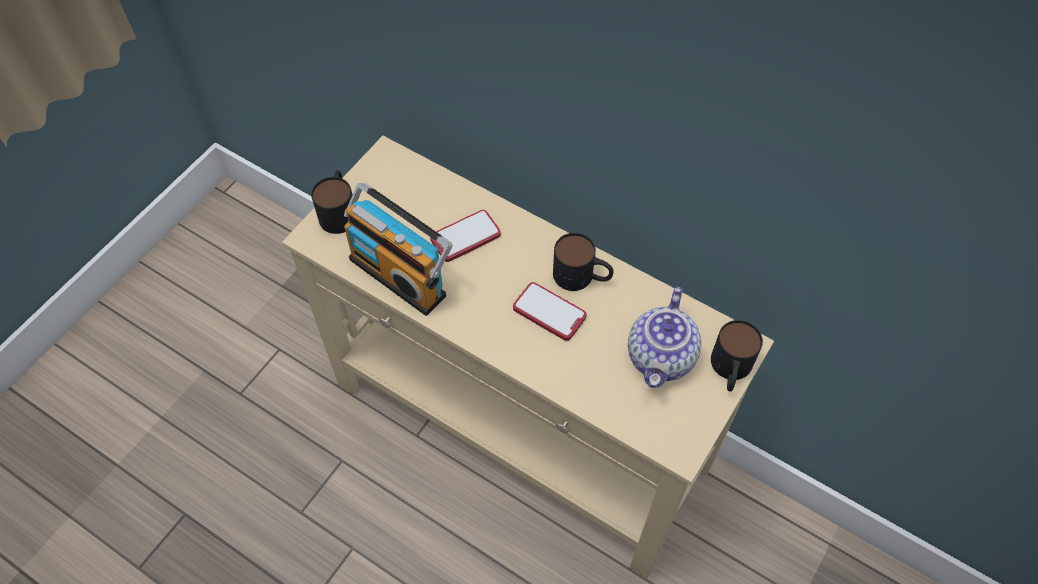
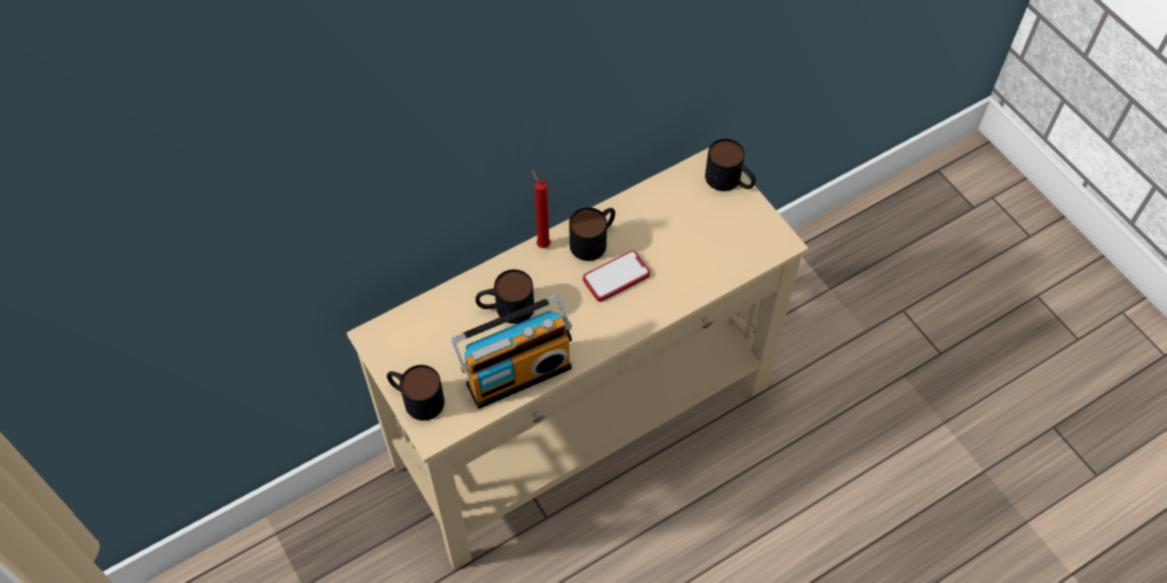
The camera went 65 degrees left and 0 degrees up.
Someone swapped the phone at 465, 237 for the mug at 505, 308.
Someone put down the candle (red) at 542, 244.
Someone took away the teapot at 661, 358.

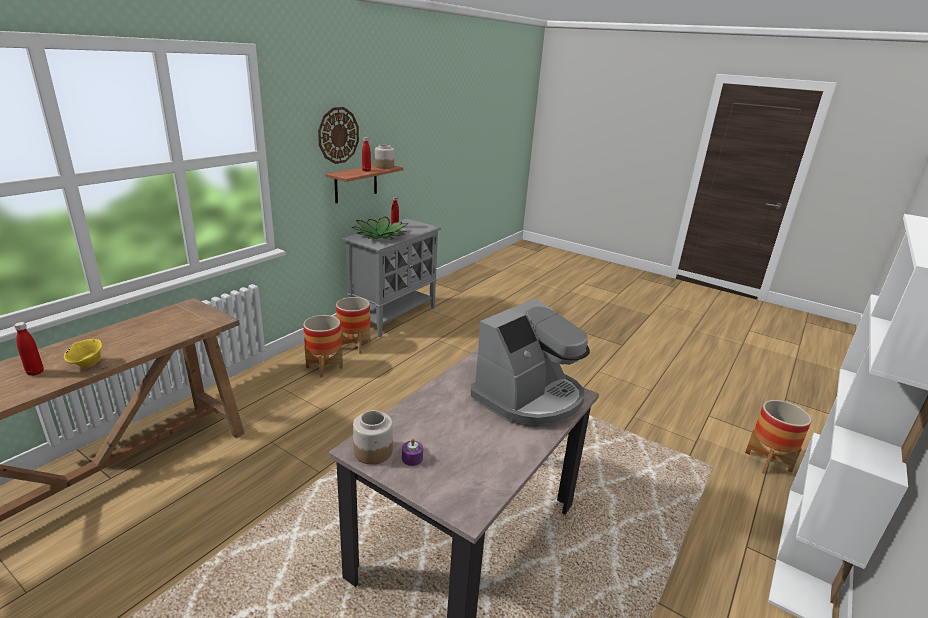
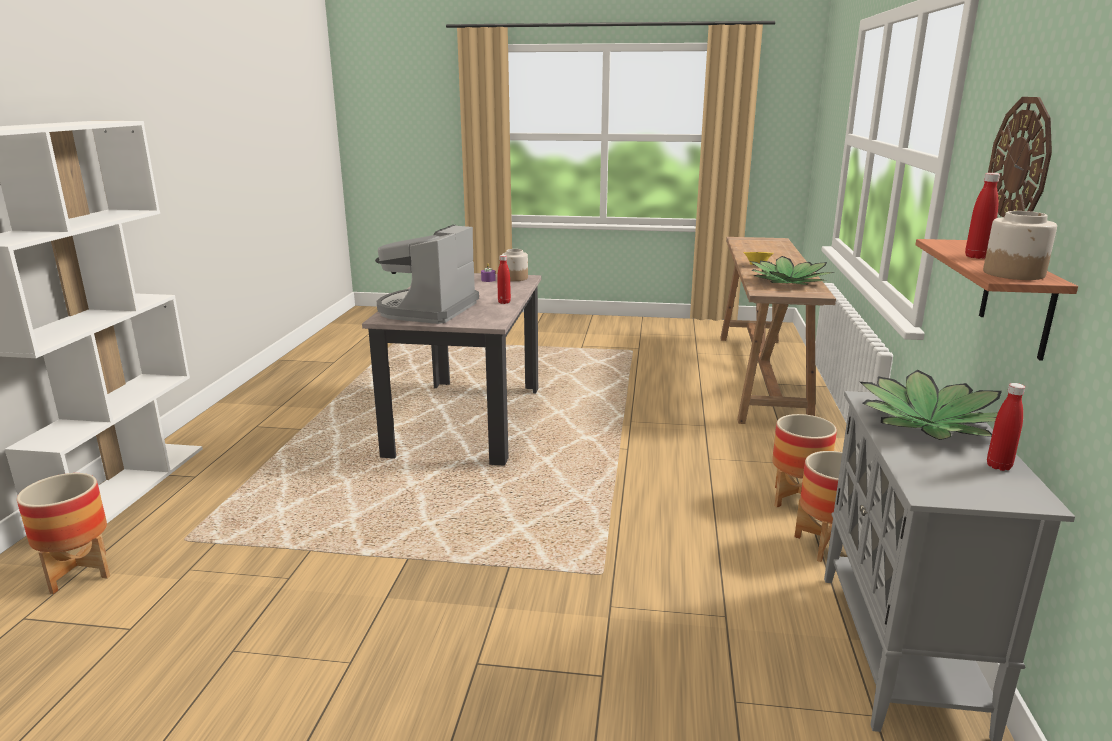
The camera went 155 degrees right and 5 degrees down.
Someone carried the bottle (red) from 35, 372 to 504, 302.
Someone put down the potted plant at 788, 281.

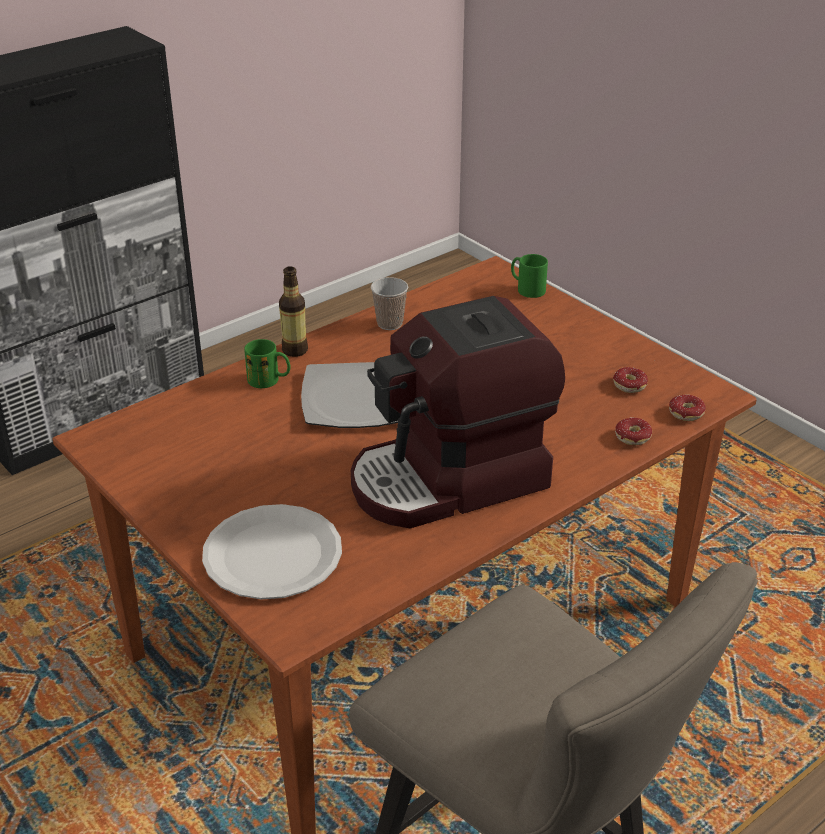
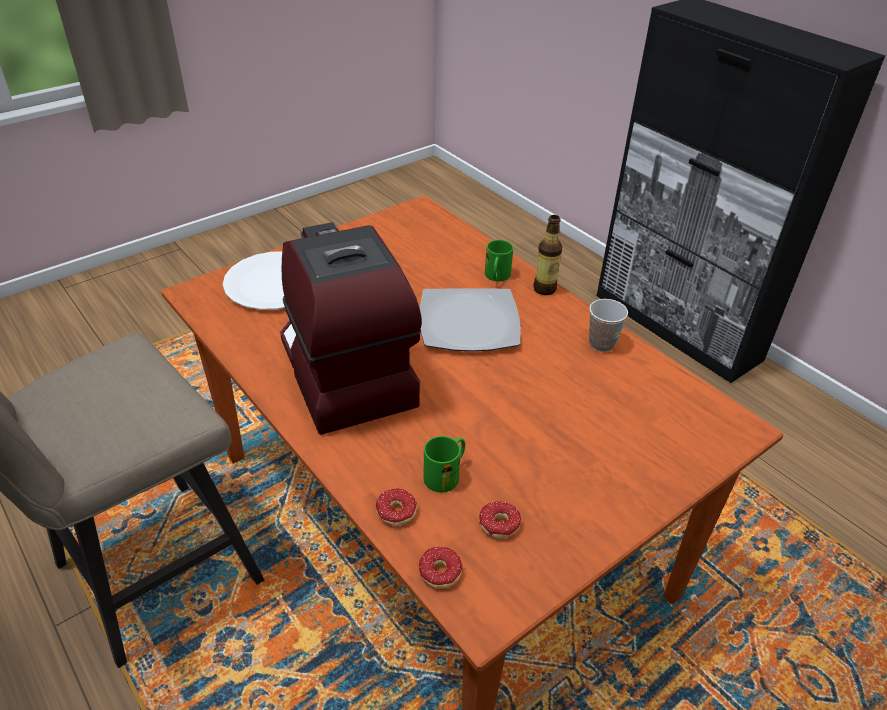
The camera went 90 degrees right and 5 degrees up.
Someone carried the mug (green) from 526, 289 to 446, 474.

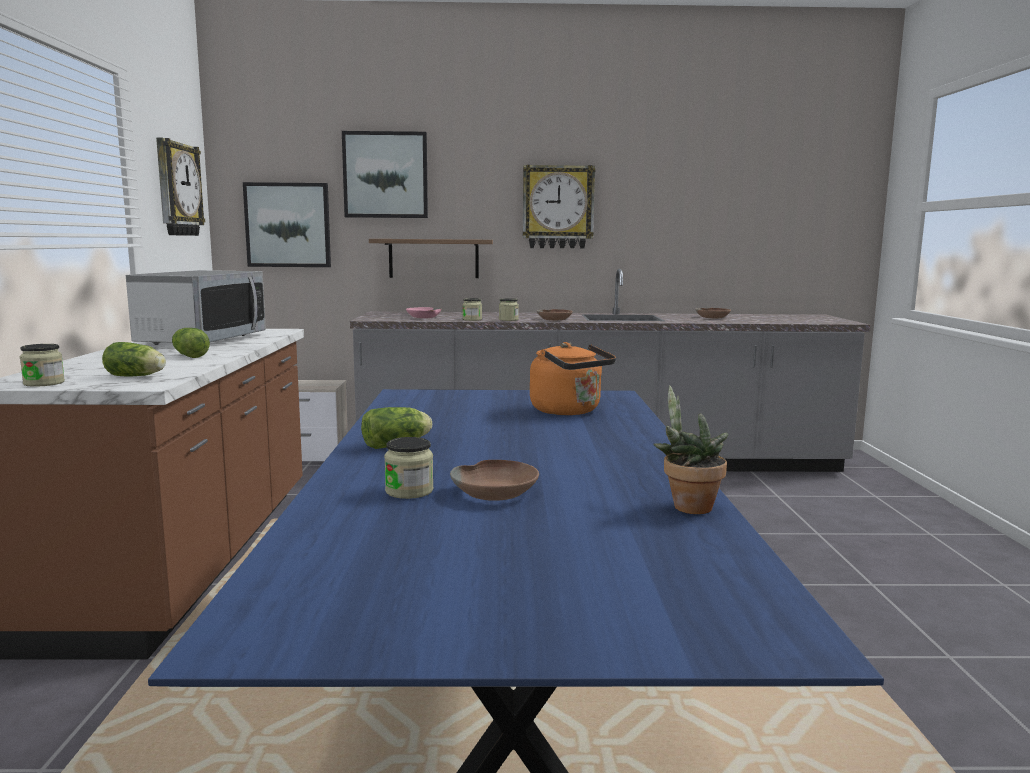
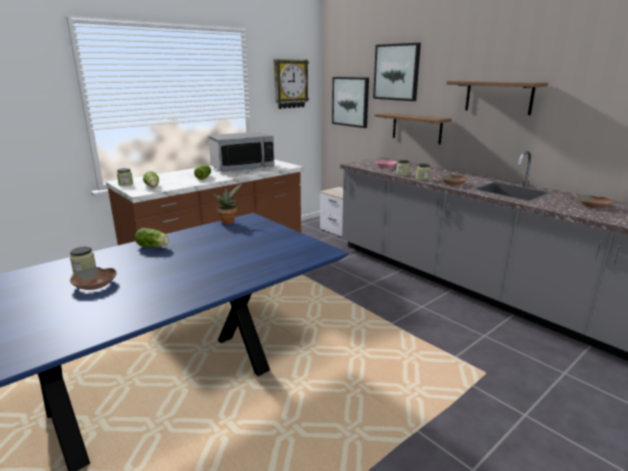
The camera went 50 degrees right and 10 degrees up.
Someone carried the potted plant from 687, 506 to 228, 222.
Someone swapped the wall clock at 558, 207 for the shelf at 498, 97.
Someone took away the kettle (orange) at 569, 411.

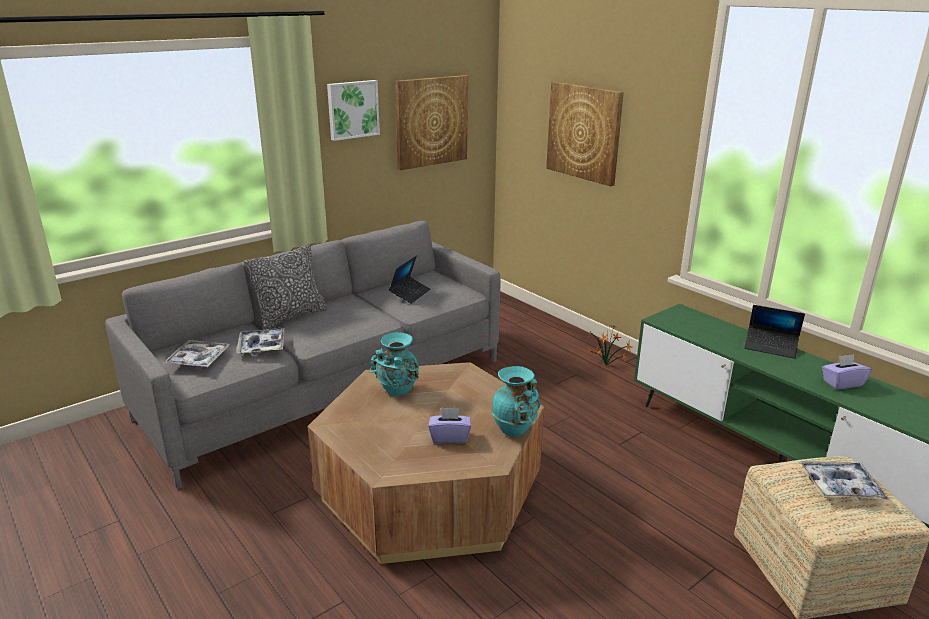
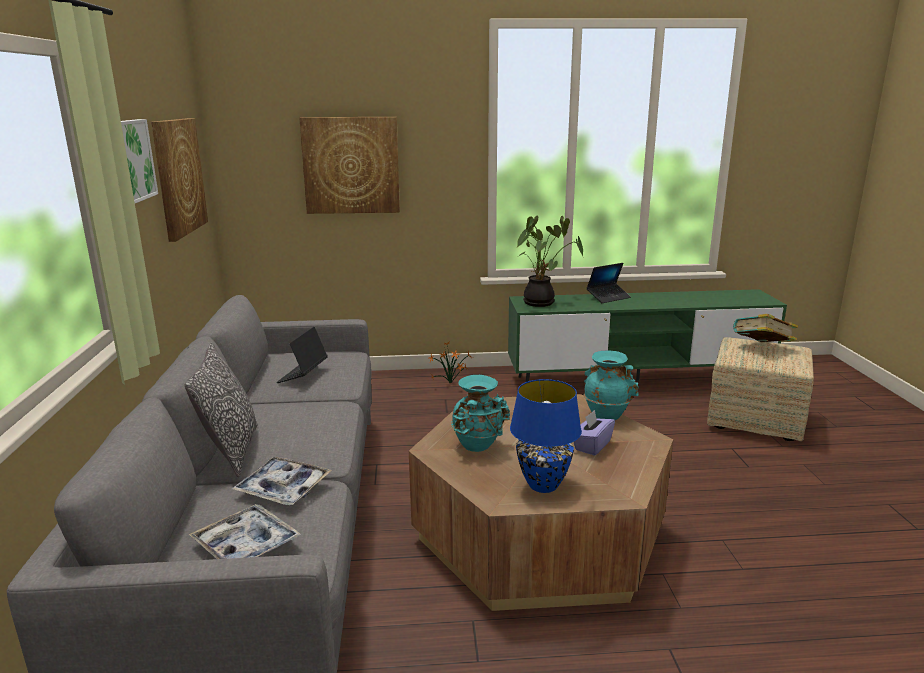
The camera went 55 degrees left and 5 degrees down.
Someone rotated the laptop at 410, 294 by 135 degrees counterclockwise.
Someone put down the table lamp (blue) at 542, 485.
Someone put down the potted plant at 541, 303.
Someone swapped the tray at 840, 486 for the book at 761, 348.
Someone took away the tissue box (purple) at 842, 383.

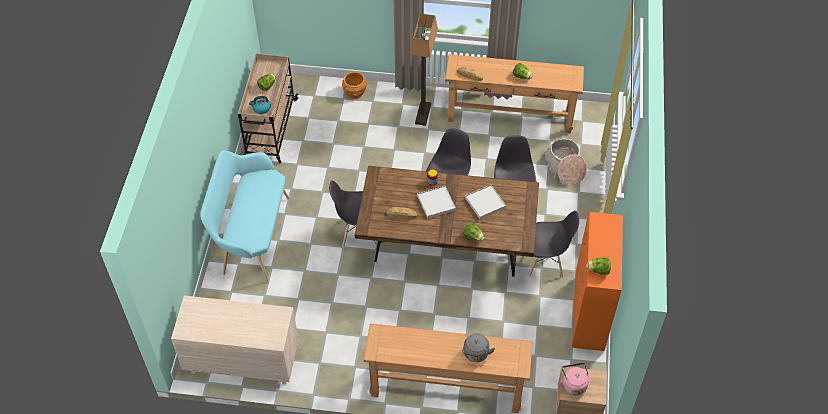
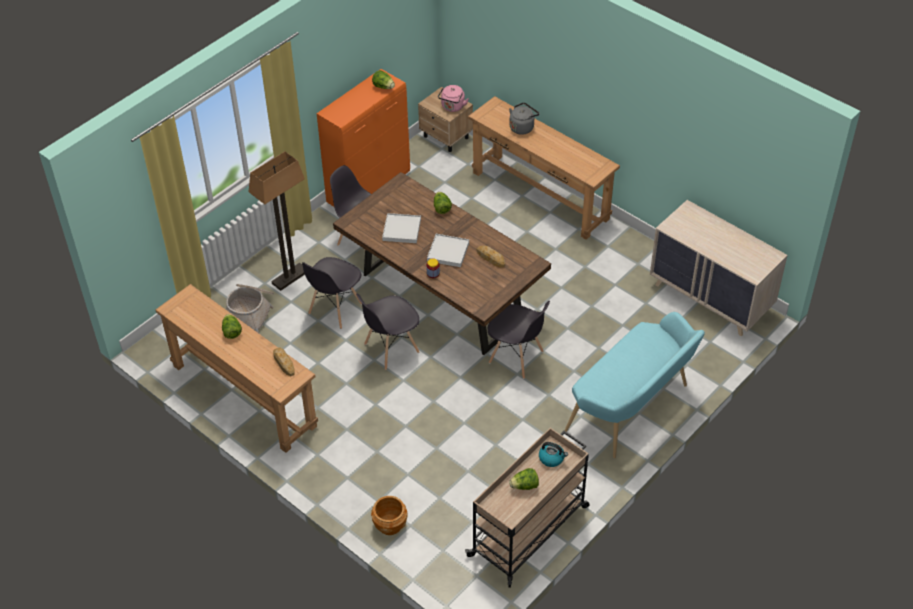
The camera went 145 degrees left and 5 degrees down.
Someone carried the floor lamp from 423, 113 to 290, 278.

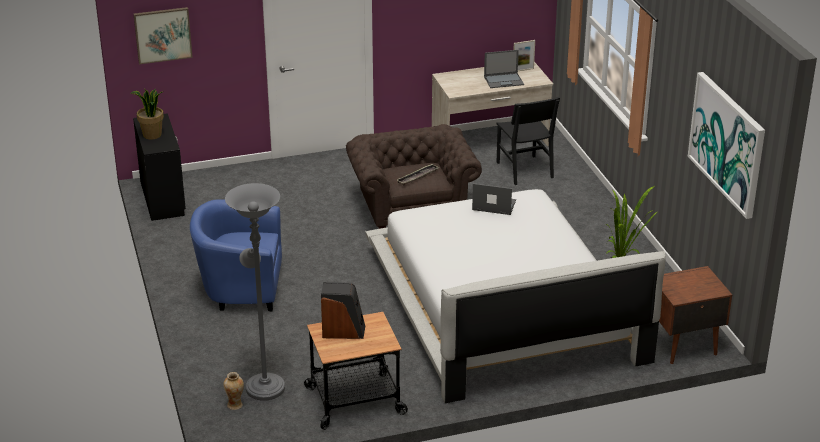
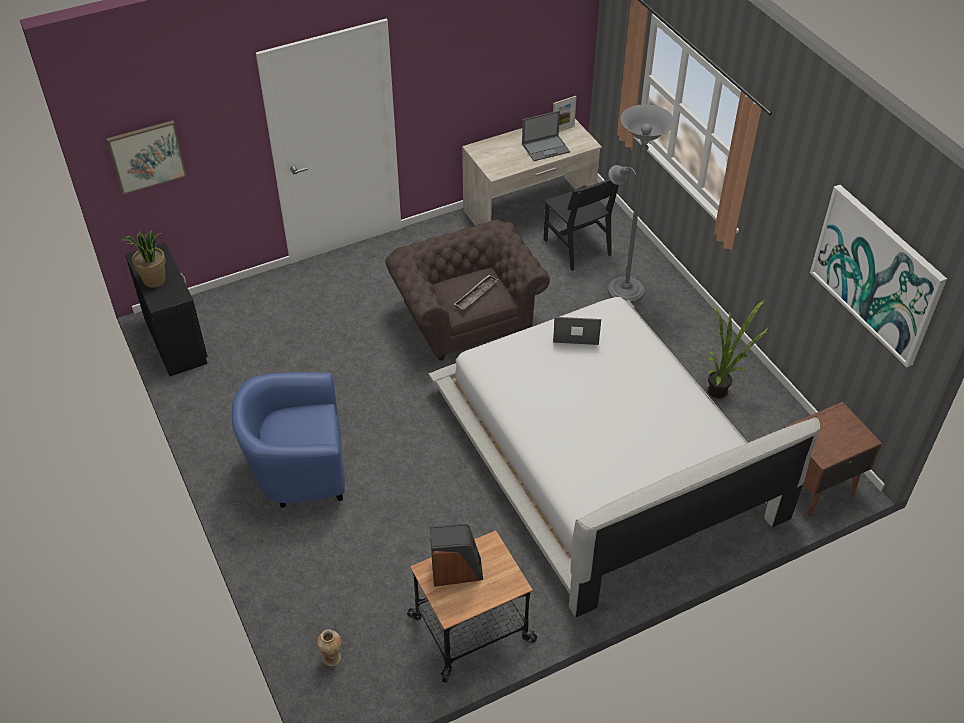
The camera went 10 degrees left and 15 degrees up.
Someone carried the floor lamp (grey) from 264, 384 to 623, 288.

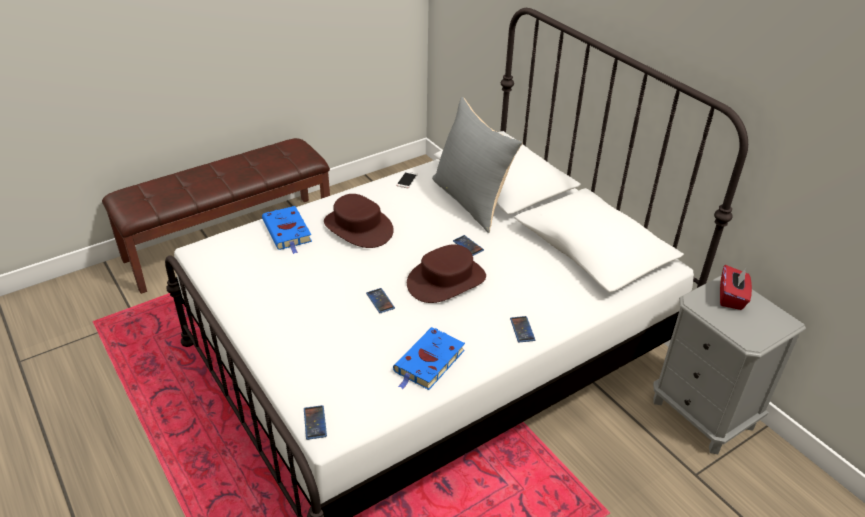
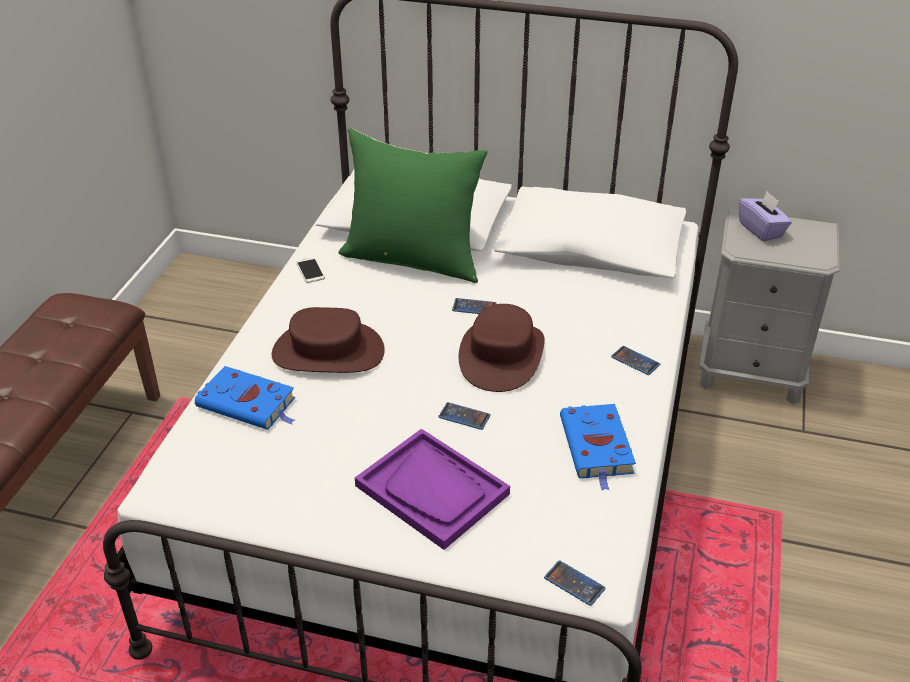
The camera went 40 degrees left and 0 degrees up.
Someone repainted the pillow (grey) at 472, 201, which became the pillow (green) at 414, 258.
Someone put down the tray (purple) at 432, 490.
Someone repainted the tissue box (red) at 731, 297, which became the tissue box (purple) at 761, 230.

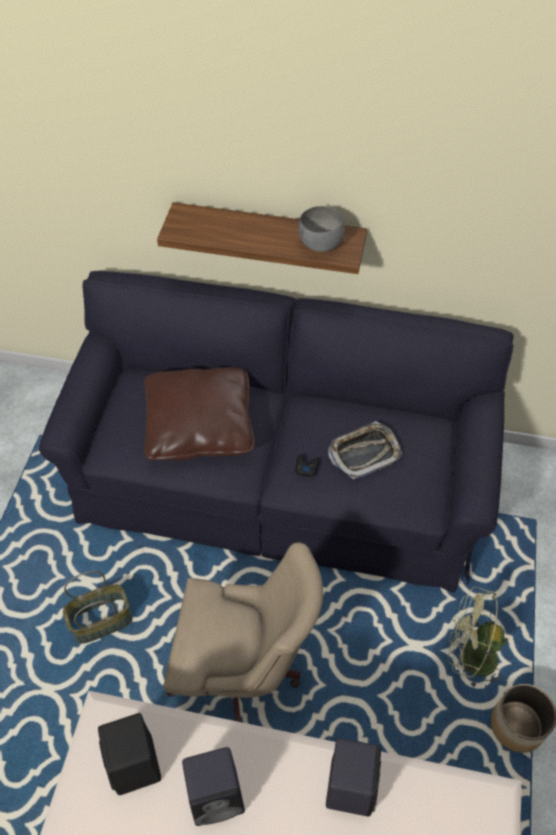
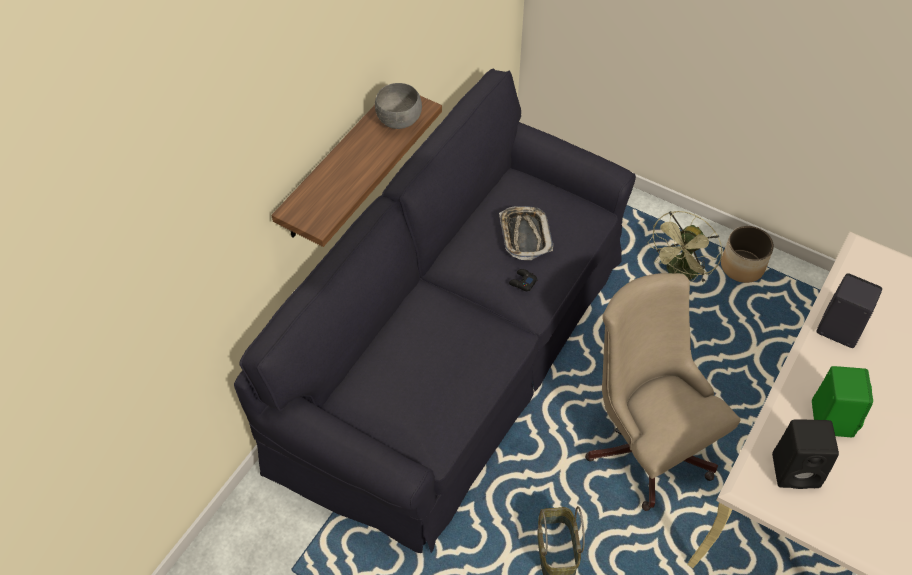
The camera went 70 degrees left and 0 degrees up.
Someone rotated the office chair (beige) at 242, 672 by 60 degrees counterclockwise.
Someone repainted the speaker (black) at 217, 795, which became the speaker (green) at 831, 417.
Someone took away the pillow (brown) at 199, 425.

